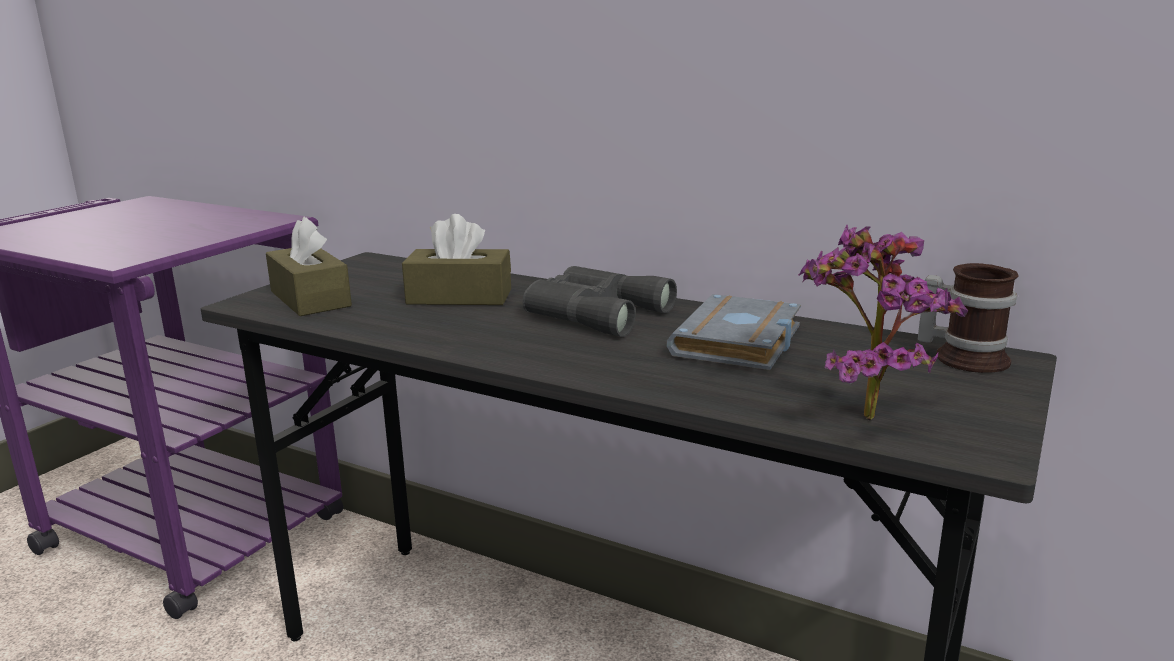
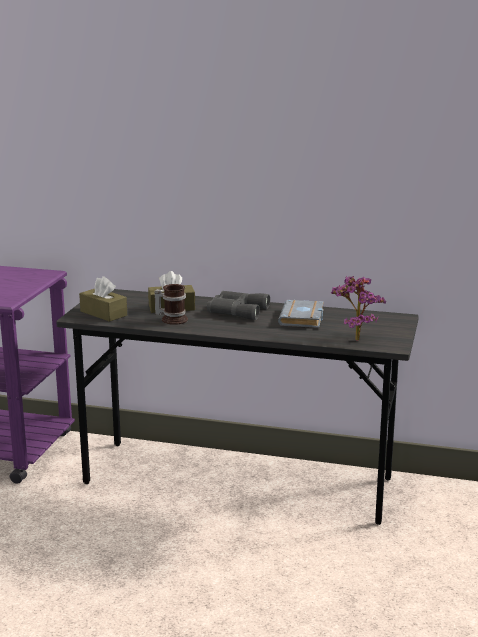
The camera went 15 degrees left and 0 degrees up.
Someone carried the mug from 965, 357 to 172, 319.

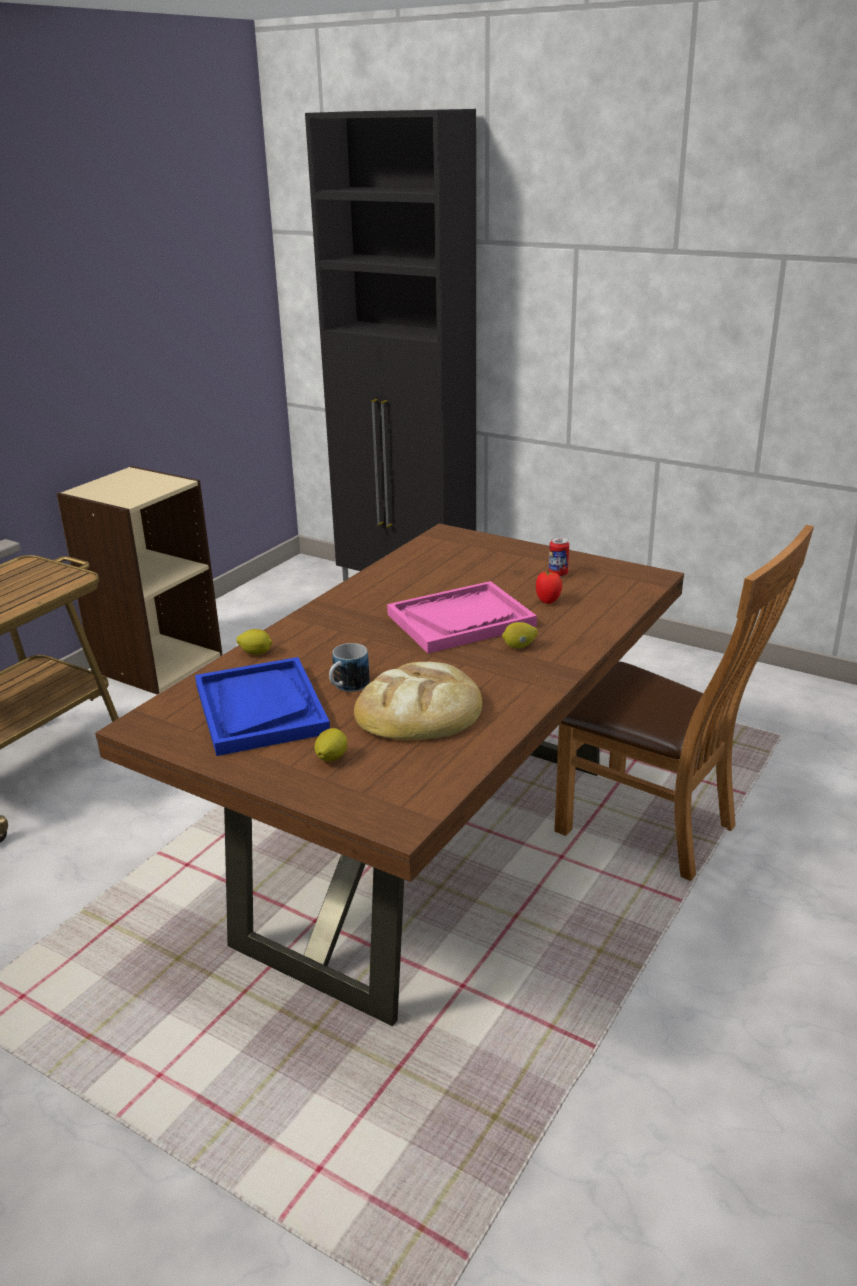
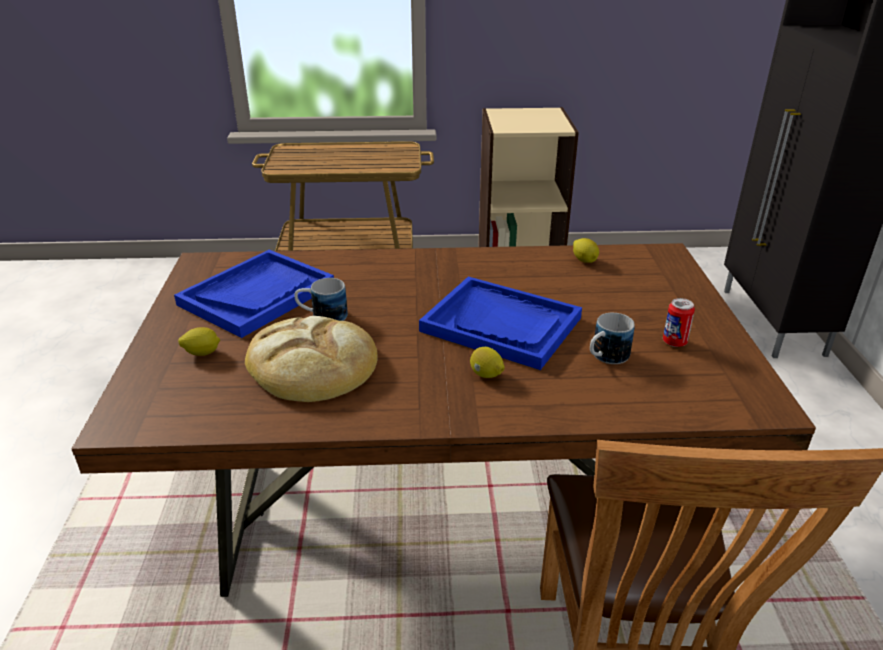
The camera went 55 degrees right and 5 degrees up.
Someone repainted the tray (pink) at 461, 620, which became the tray (blue) at 501, 324.
Someone carried the lemon from 256, 653 to 584, 260.
Someone swapped the tomato at 548, 601 for the mug at 605, 357.

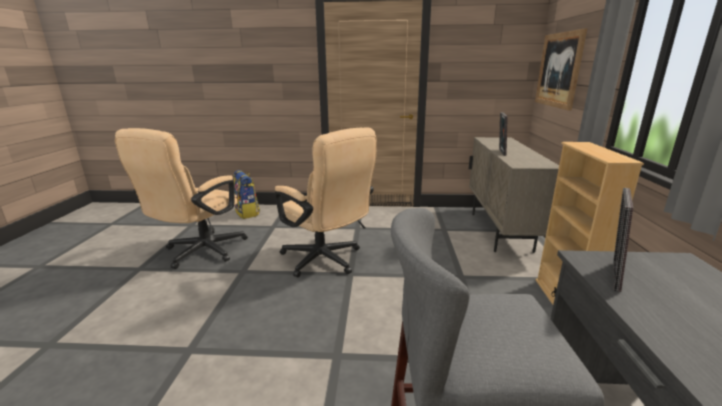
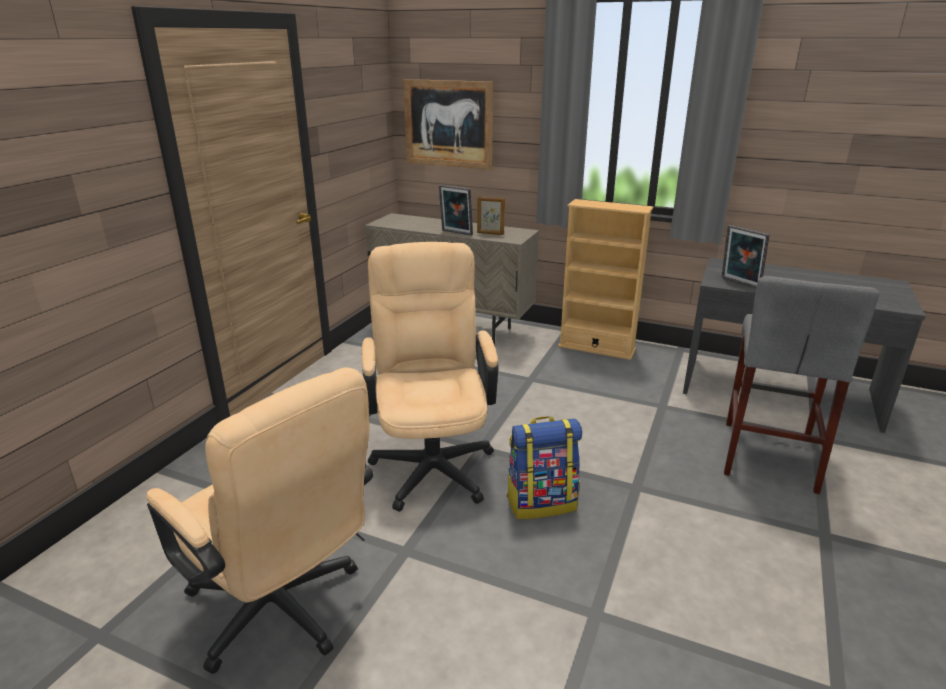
The camera went 70 degrees left and 5 degrees up.
Someone rotated the office chair (beige) at 326, 261 by 75 degrees counterclockwise.
Someone put down the picture frame at 490, 233.
Someone carried the backpack from 247, 213 to 541, 502.

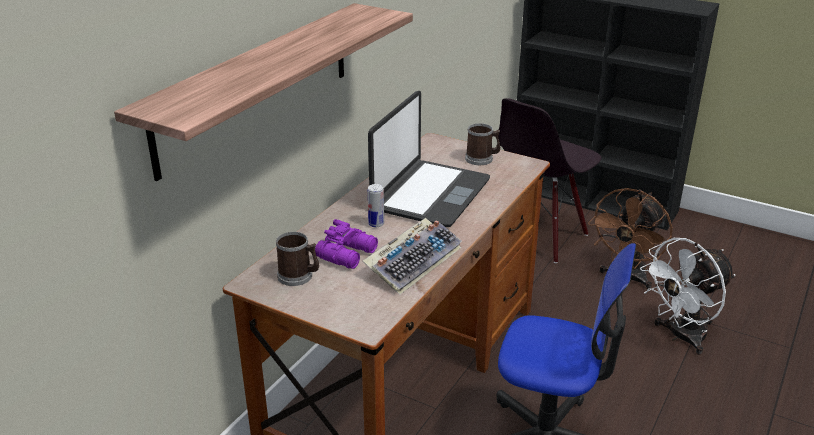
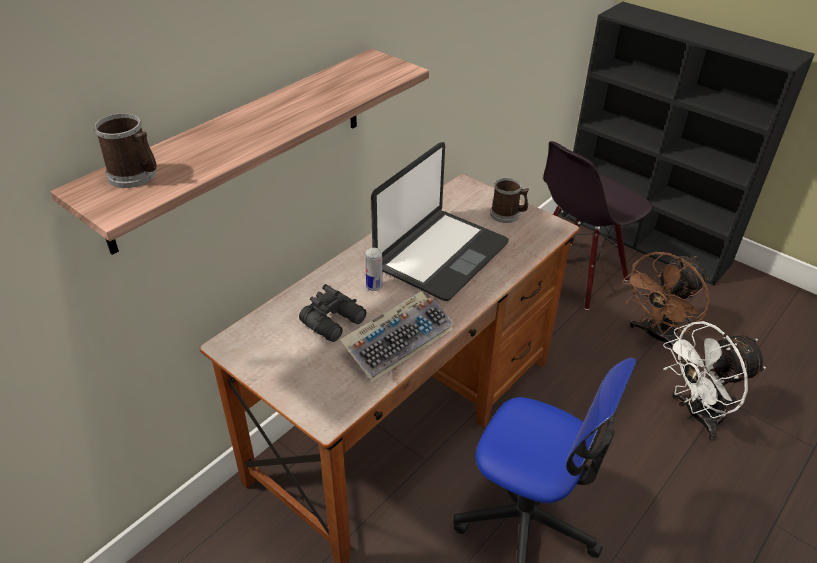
The camera went 10 degrees right and 10 degrees up.
Someone carried the mug from 299, 276 to 136, 176.
Someone repainted the binoculars (purple) at 348, 254, which became the binoculars (black) at 335, 321.

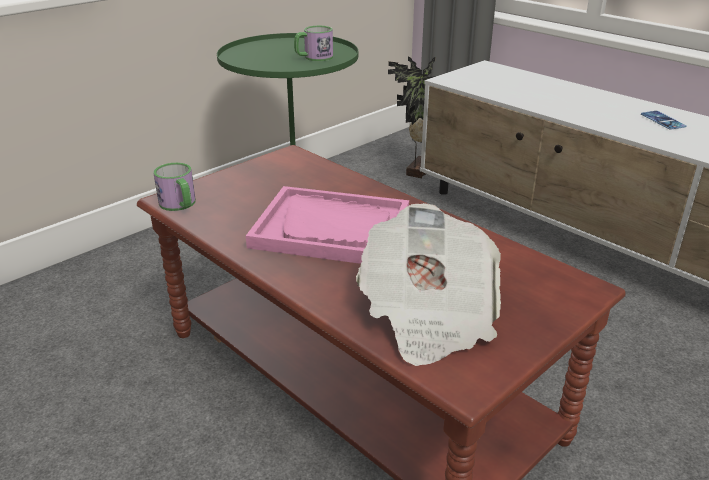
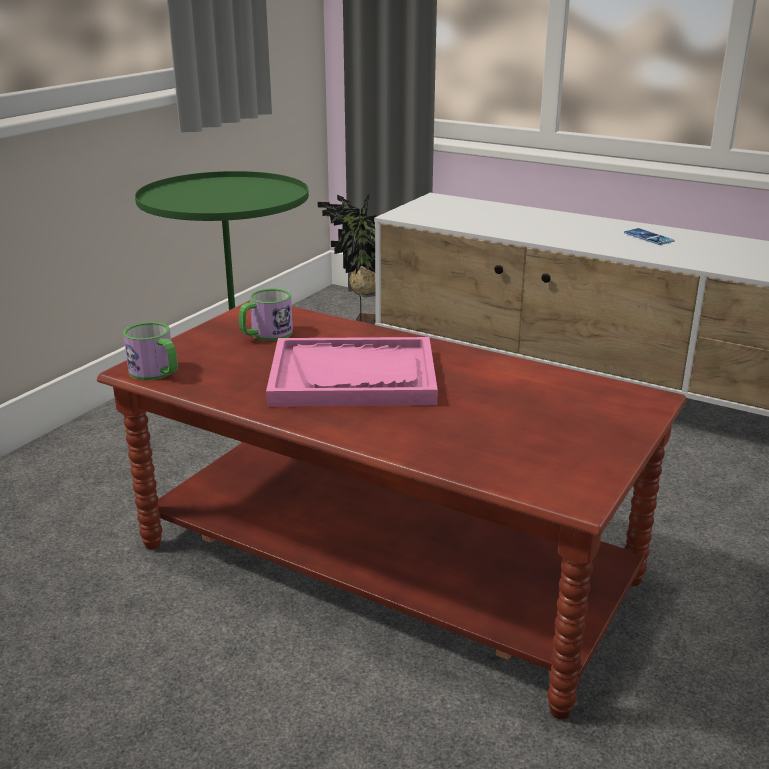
The camera went 15 degrees left and 5 degrees down.
Someone carried the mug from 313, 58 to 265, 335.
Someone took away the newspaper at 427, 315.

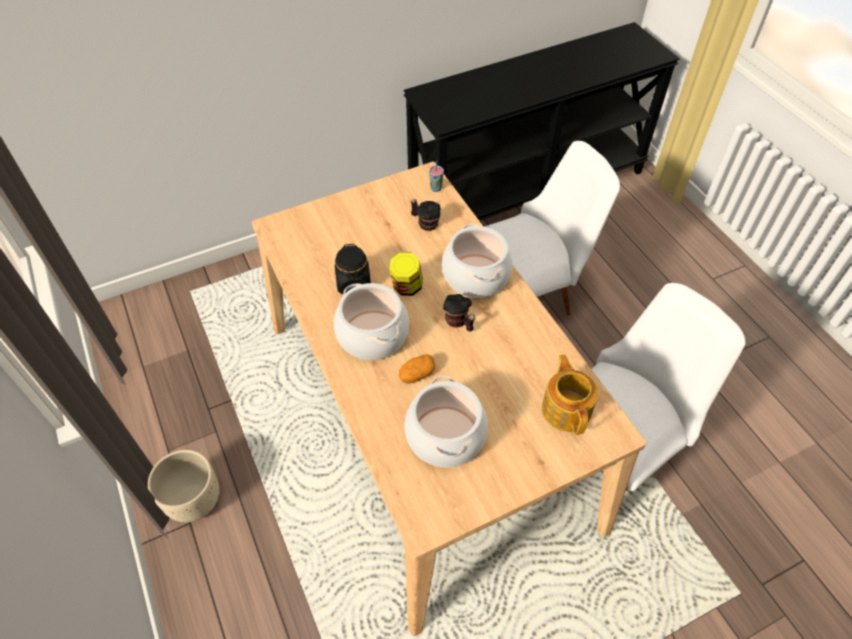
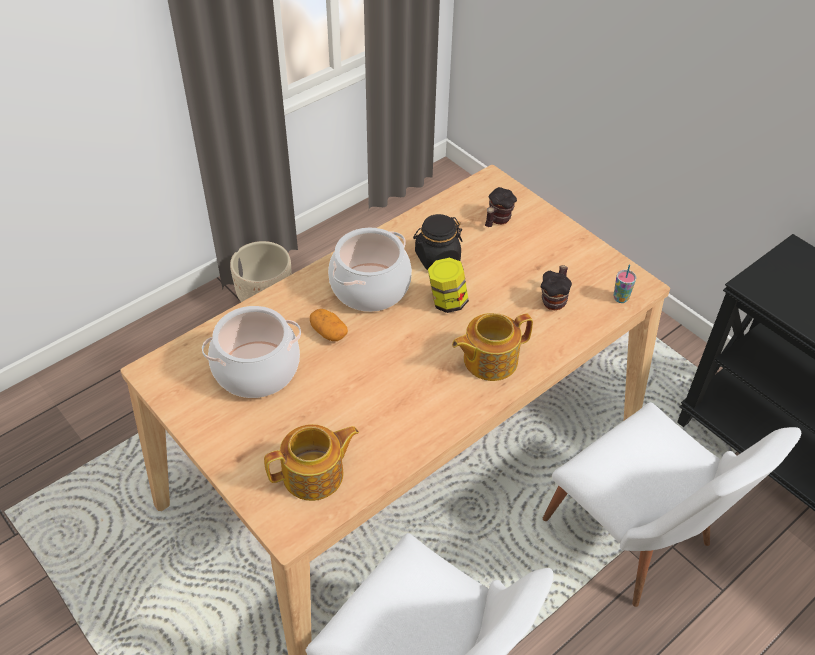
The camera went 75 degrees right and 5 degrees down.
Someone swapped the cooking pot at 475, 276 for the teapot at 489, 360.
Someone carried the mug from 458, 322 to 496, 220.

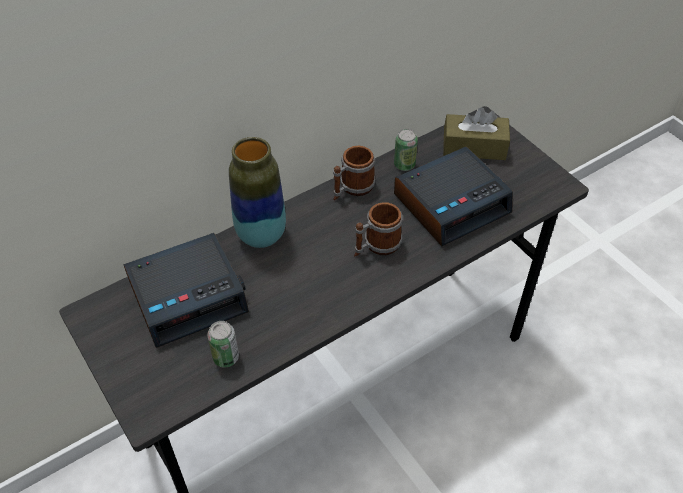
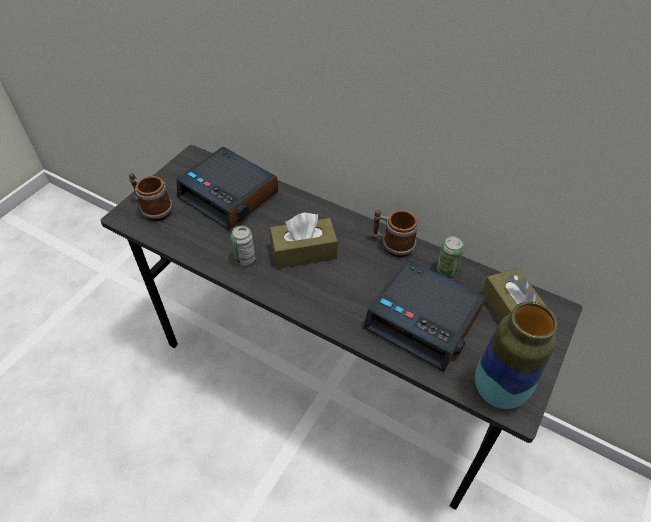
The camera went 65 degrees right and 0 degrees up.
Someone carried the mug from 376, 246 to 153, 209.
Someone carried the can from 226, 357 to 245, 259.
Someone put down the tissue box (brown) at 304, 252.
Someone carried the vase from 261, 235 to 498, 390.

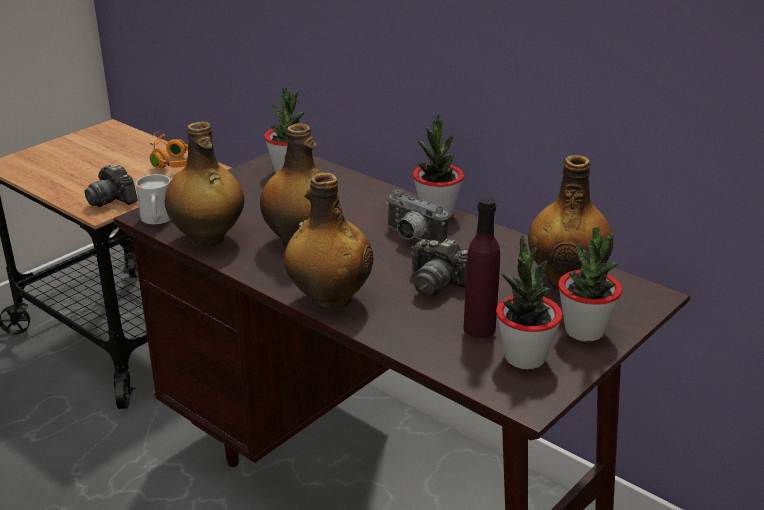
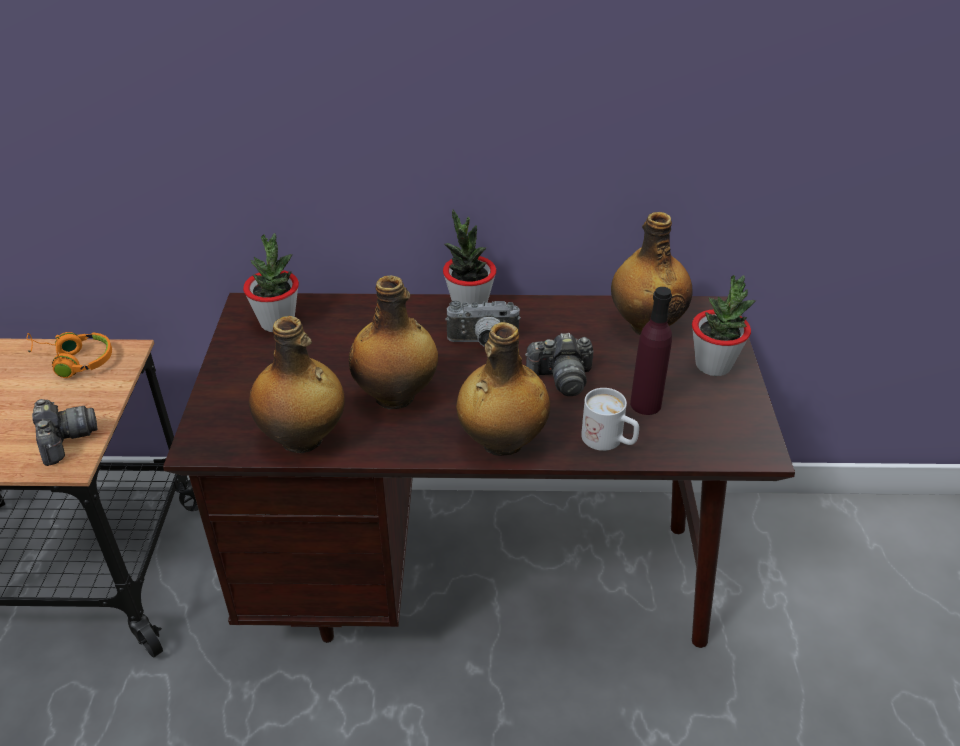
The camera went 40 degrees left and 10 degrees up.
Someone rotated the photo camera at 112, 199 by 120 degrees counterclockwise.
Someone carried the mug (white) from 157, 220 to 609, 441.
Someone took away the potted plant at 524, 357.

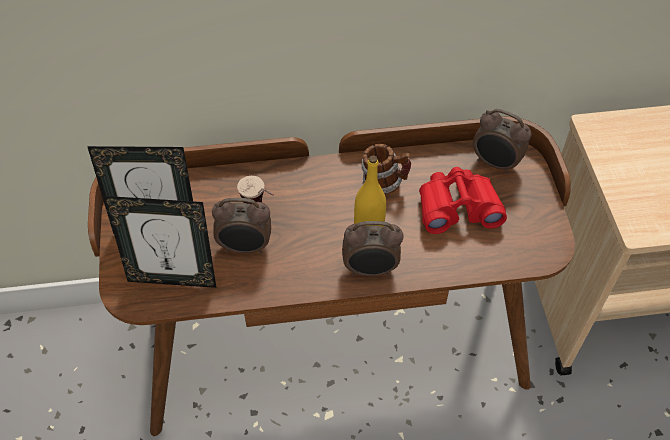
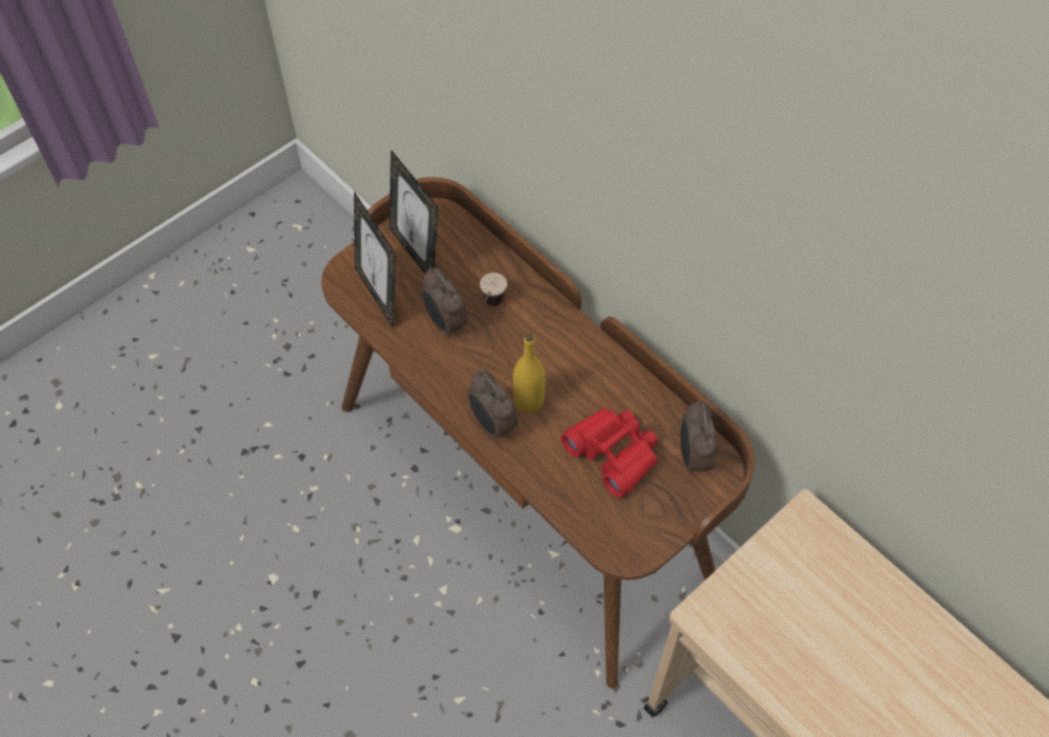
The camera went 55 degrees right and 5 degrees up.
Someone took away the mug at 384, 183.

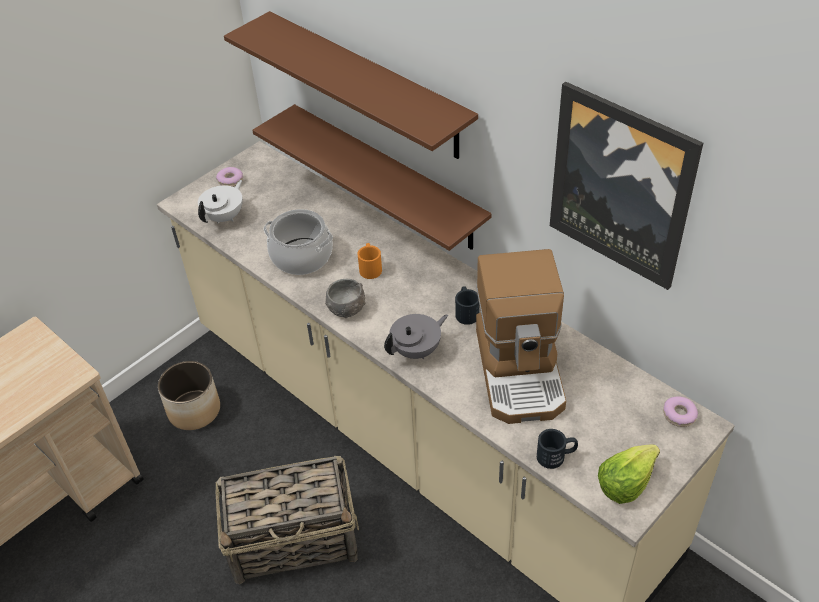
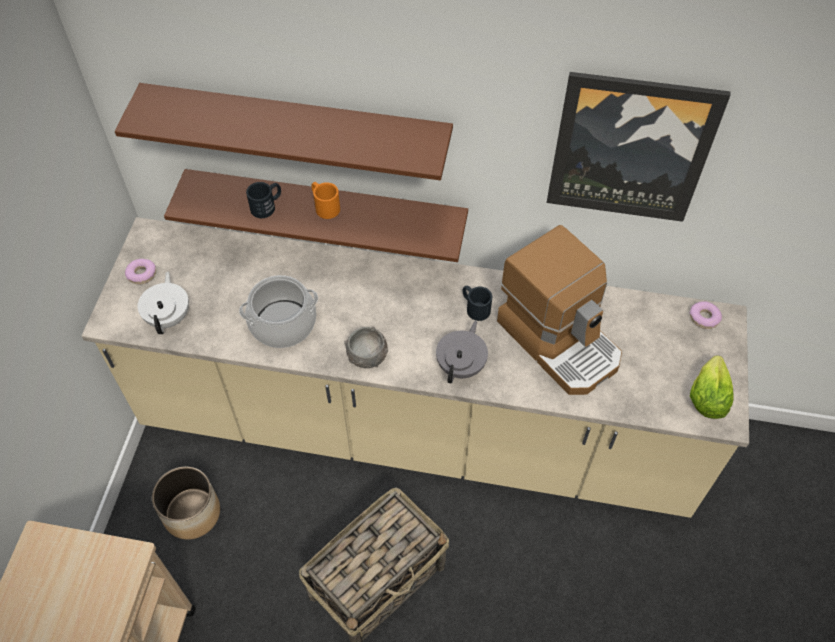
The camera went 35 degrees left and 10 degrees up.
Someone carried the mug (black) from 556, 456 to 267, 206.
Someone carried the mug (orange) from 370, 267 to 324, 206.

